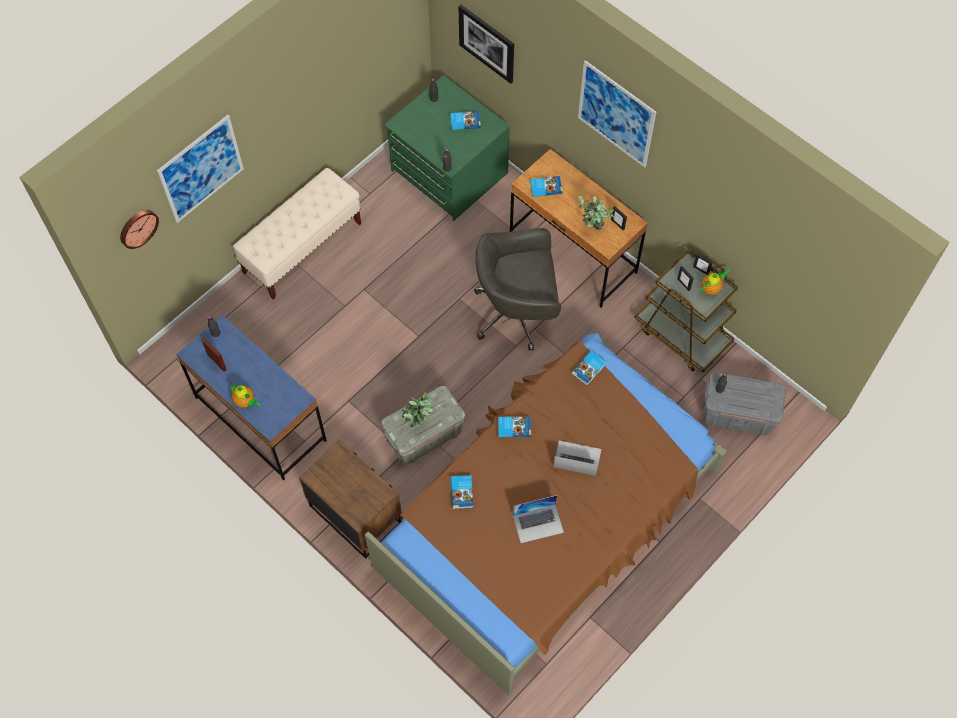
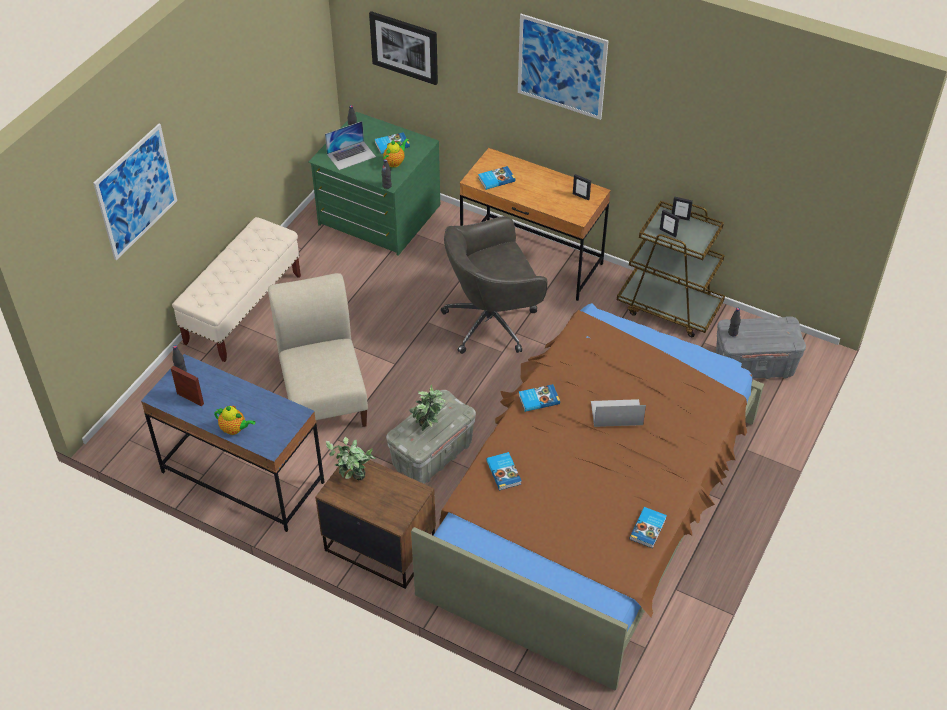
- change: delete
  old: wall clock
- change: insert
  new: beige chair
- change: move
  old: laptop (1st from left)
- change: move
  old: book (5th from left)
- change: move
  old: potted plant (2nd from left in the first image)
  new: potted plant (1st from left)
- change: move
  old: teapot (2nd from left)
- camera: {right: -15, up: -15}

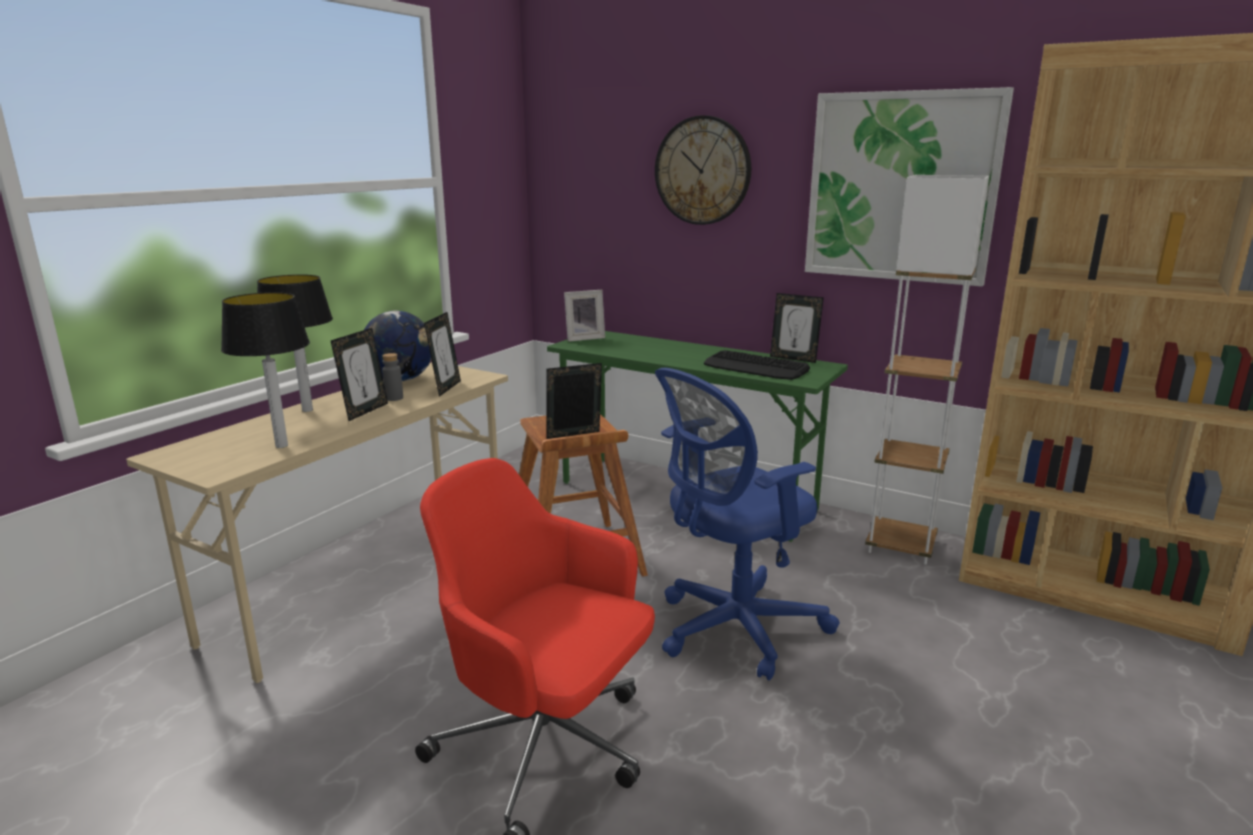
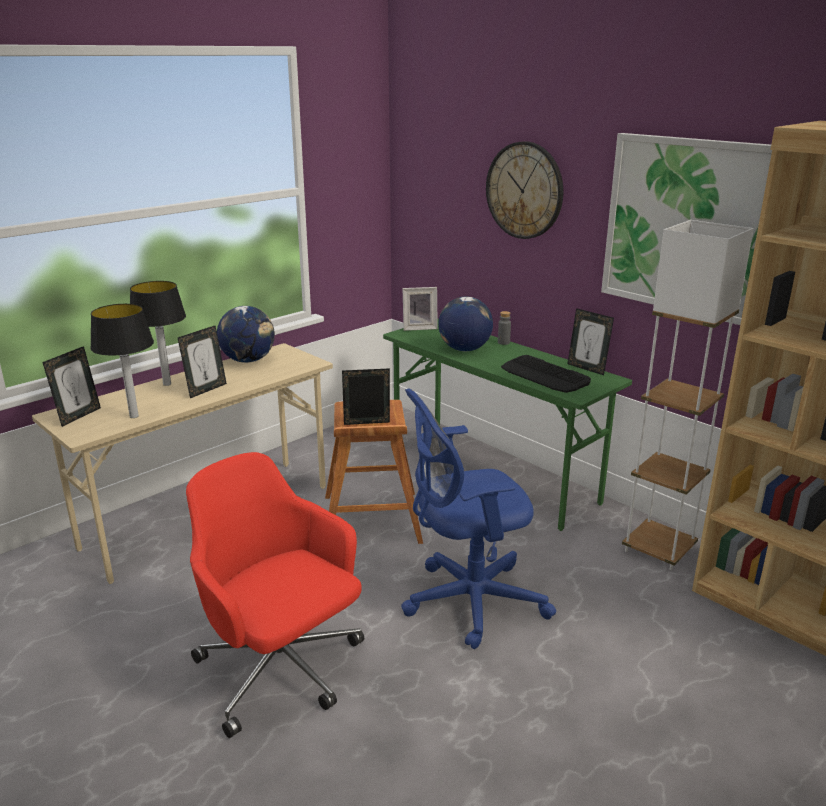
- change: insert
  new: globe (2nd from left)
- change: move
  old: grey bottle
- change: move
  old: picture frame (2nd from left in the first image)
  new: picture frame (1st from left)
- camera: {right: 15, up: 5}

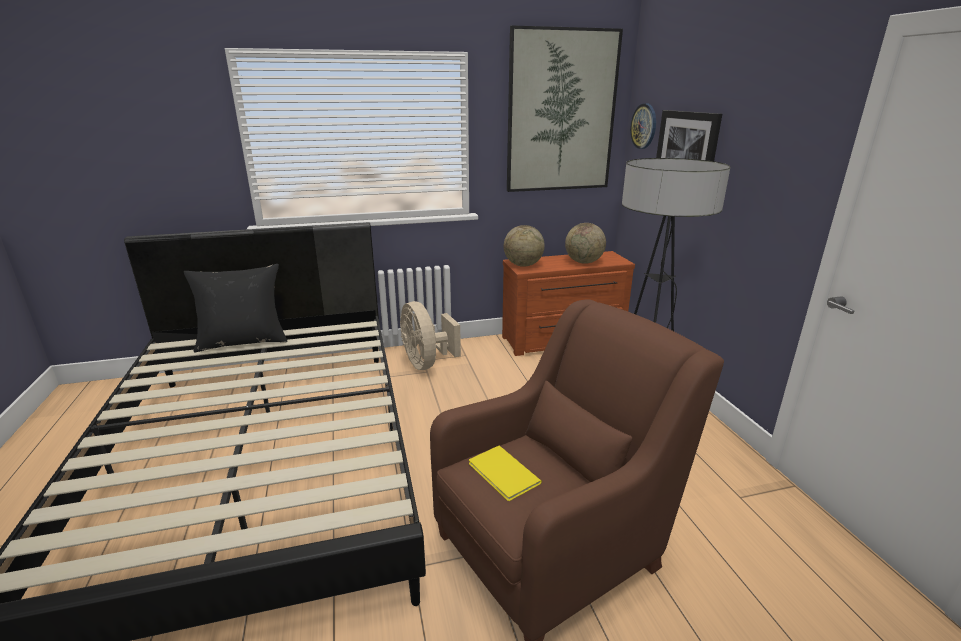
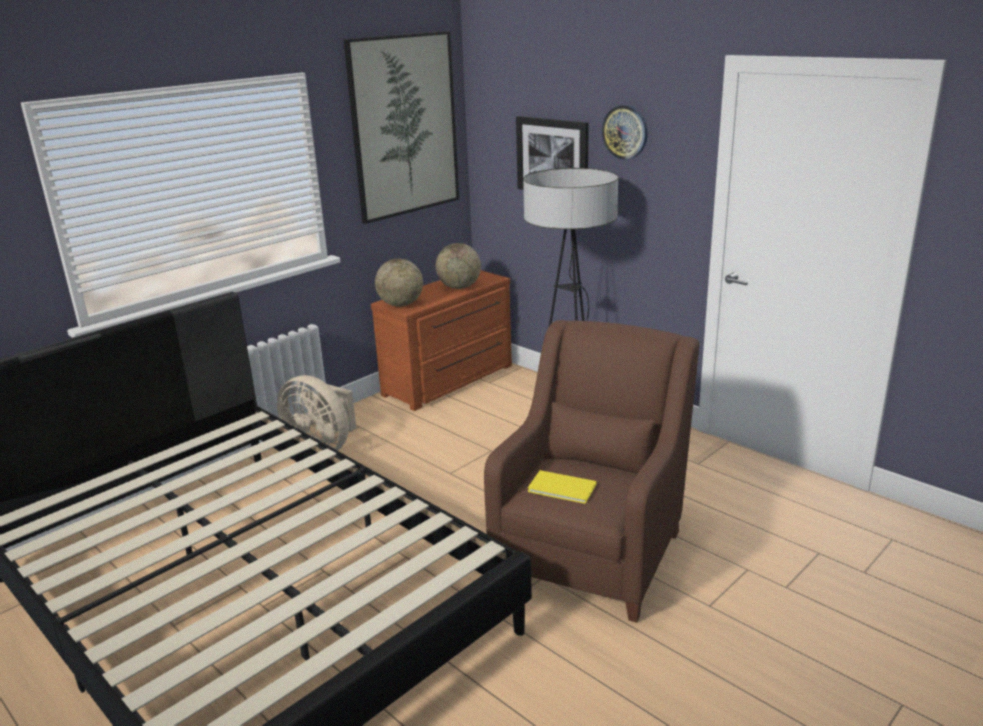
- change: delete
  old: black pillow
- change: move
  old: wall clock
- camera: {right: -30, up: 0}

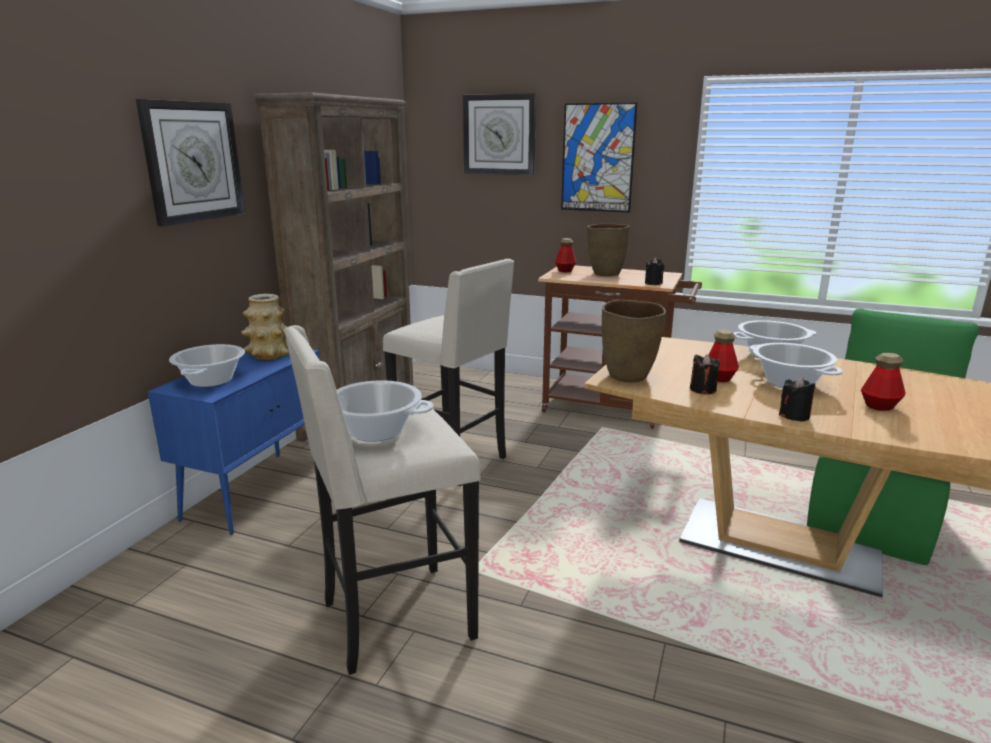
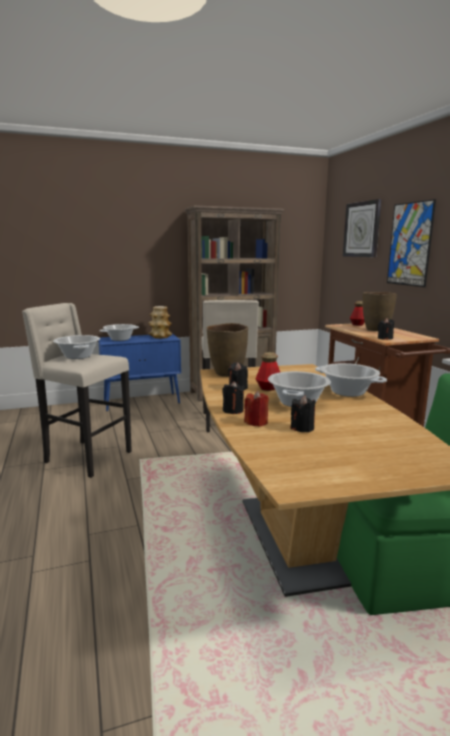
- change: delete
  old: wall clock (1st from left)
- change: insert
  new: red candle
- change: replace
  old: bottle (3rd from left)
  new: black candle (3rd from left)
- camera: {right: 50, up: -5}

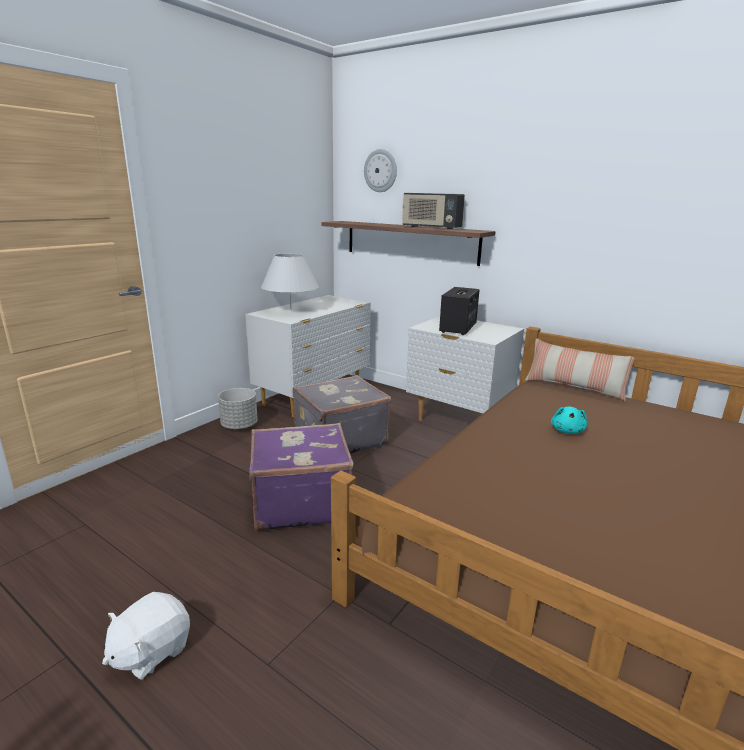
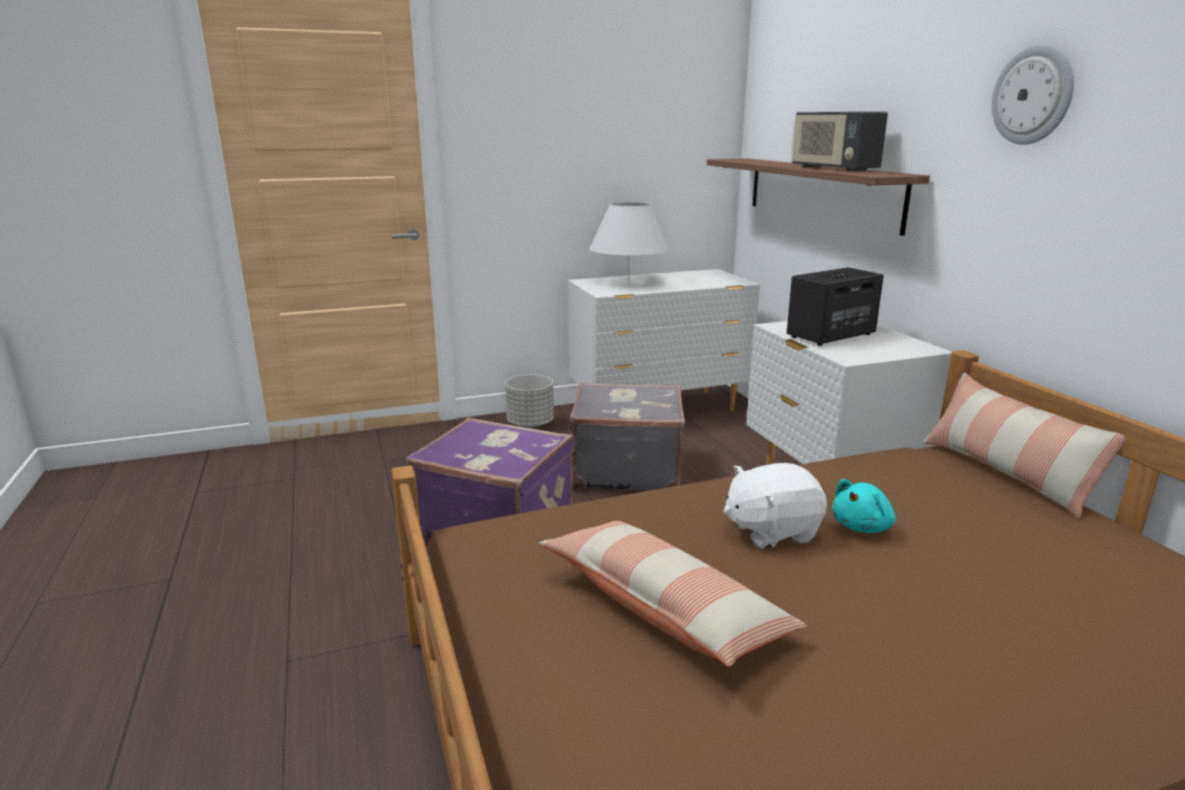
- change: insert
  new: pillow (1st from left)
- change: move
  old: white plush toy
- change: move
  old: wall clock
- camera: {right: 35, up: 0}

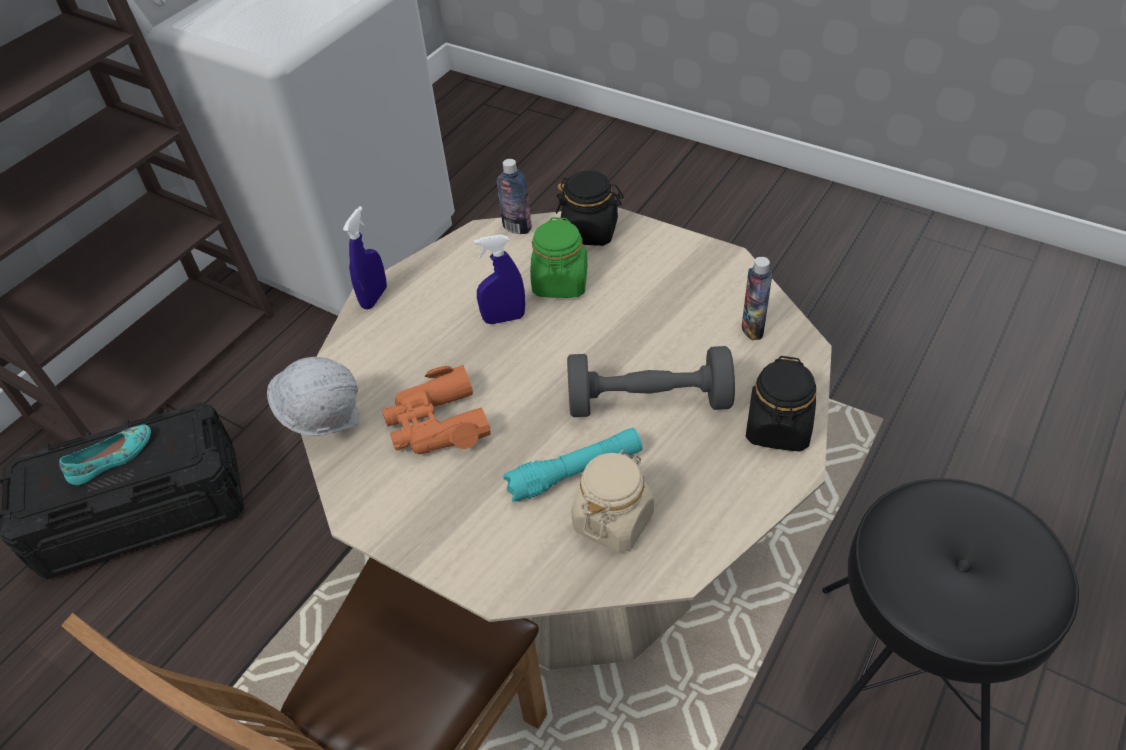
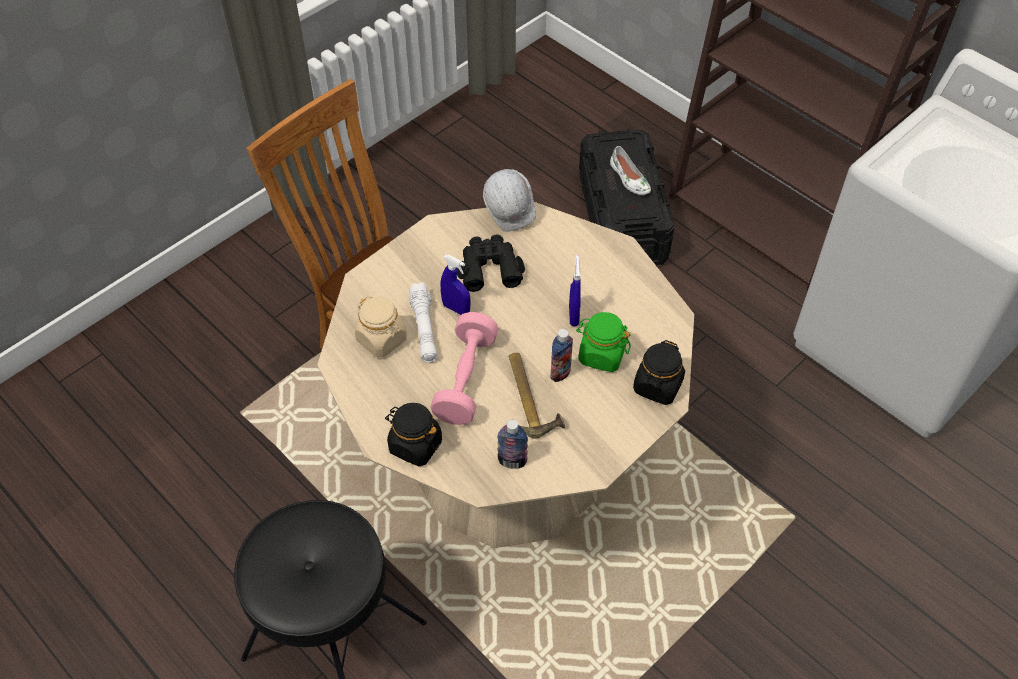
- change: insert
  new: hammer
- change: move
  old: blue spray bottle (1st from left)
- change: move
  old: bottle (1st from left in the first image)
  new: bottle (2nd from left)
- change: recolor
  old: turquoise shoe
  new: white shoe
- change: recolor
  old: orange binoculars
  new: black binoculars
- change: recolor
  old: turquoise flashlight
  new: white flashlight
- change: recolor
  old: grey dumbbell
  new: pink dumbbell
- camera: {right: 100, up: 5}

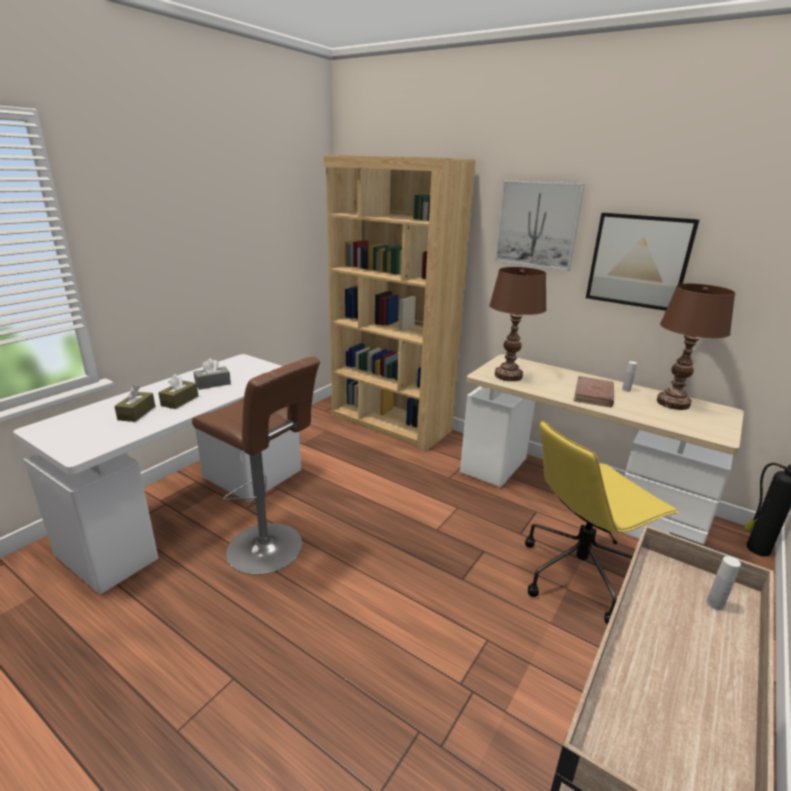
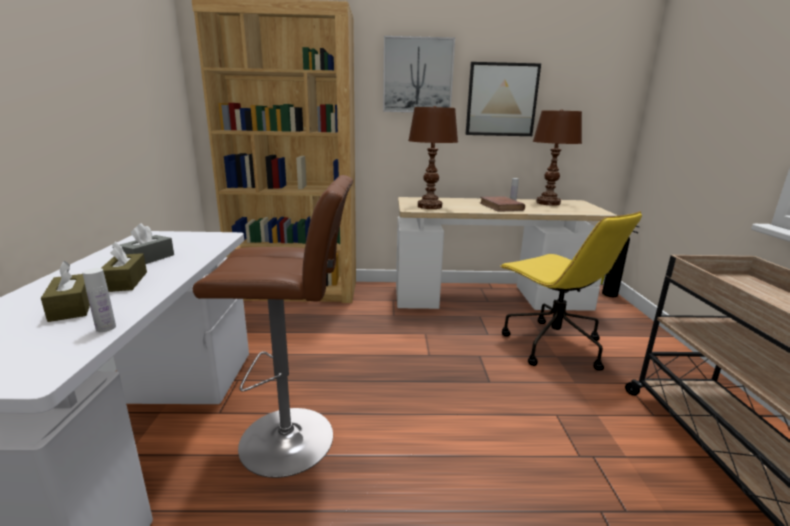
- change: move
  old: white bottle (2nd from left in the first image)
  new: white bottle (1st from left)
- change: rotate
  old: yellow office chair
  degrees: -60
- camera: {right: -35, up: -5}

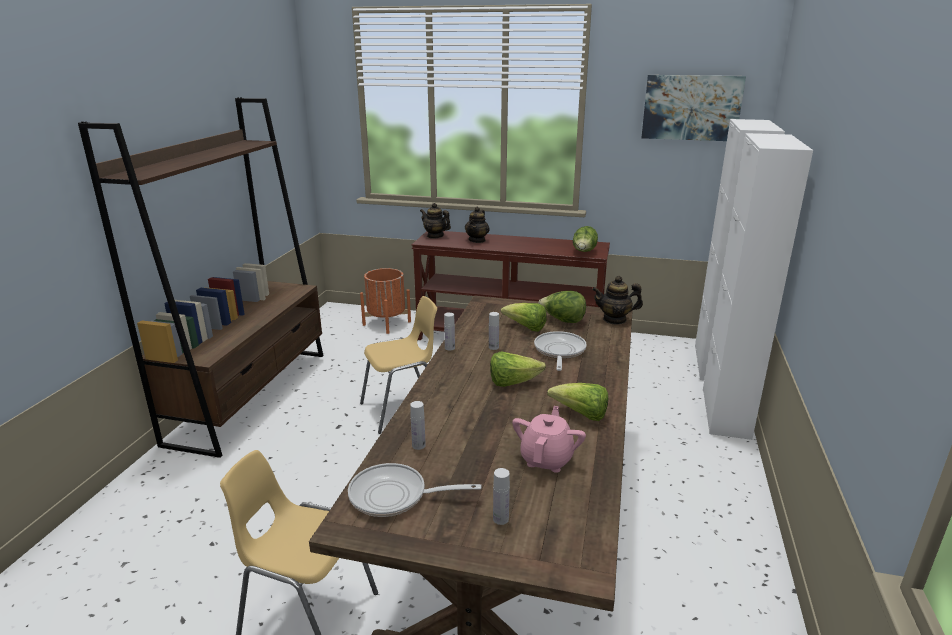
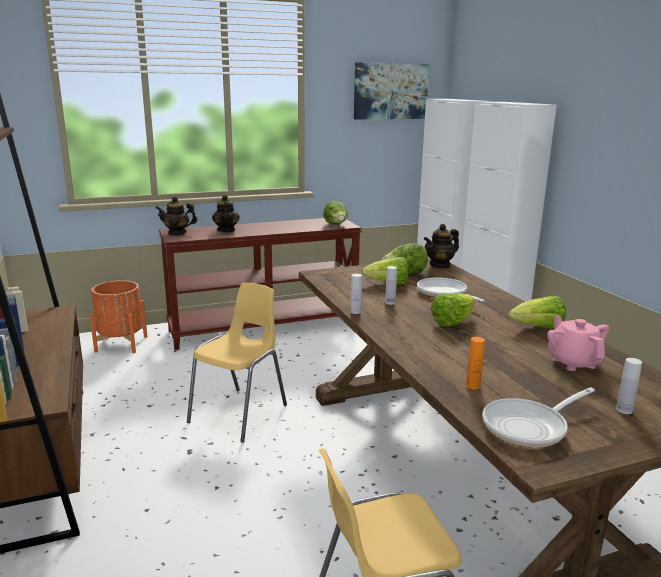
- change: recolor
  old: white bottle (1st from left)
  new: orange bottle
- camera: {right: -35, up: -5}

